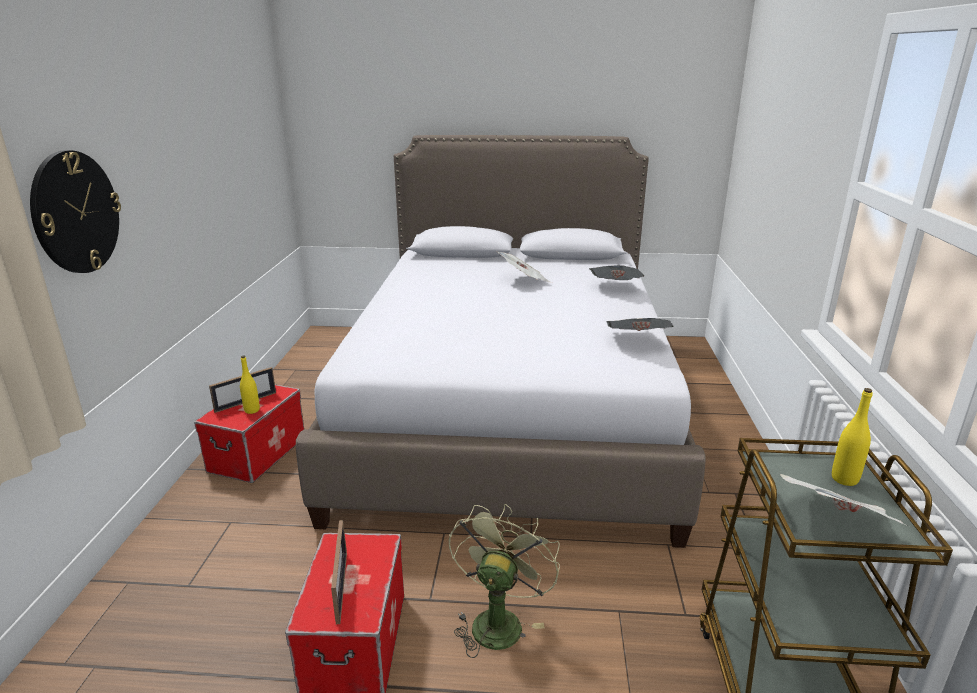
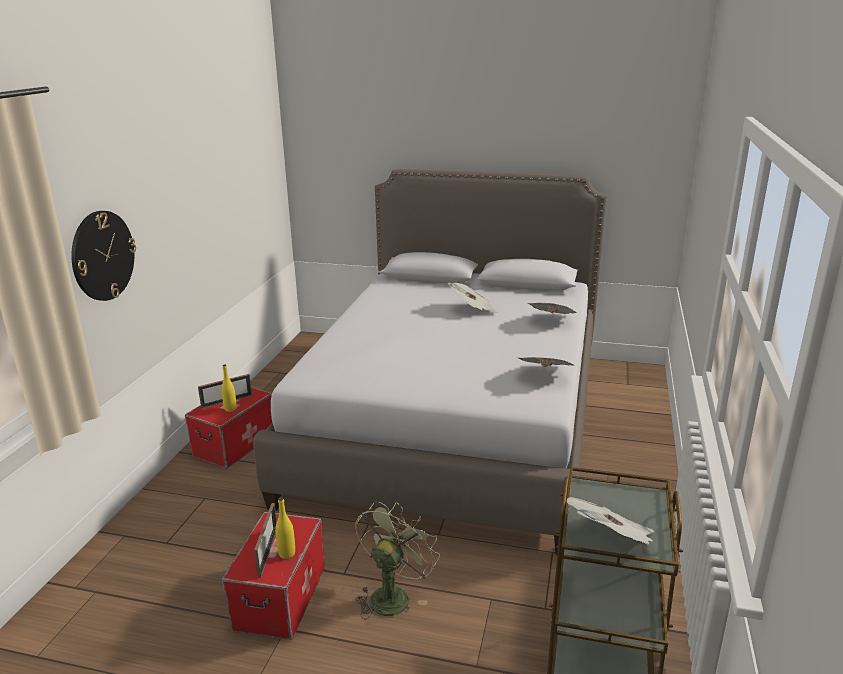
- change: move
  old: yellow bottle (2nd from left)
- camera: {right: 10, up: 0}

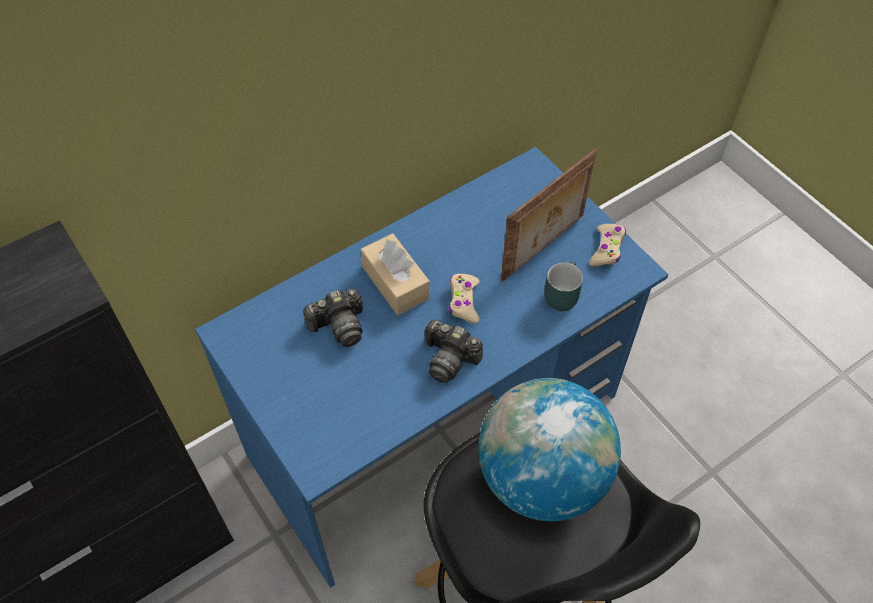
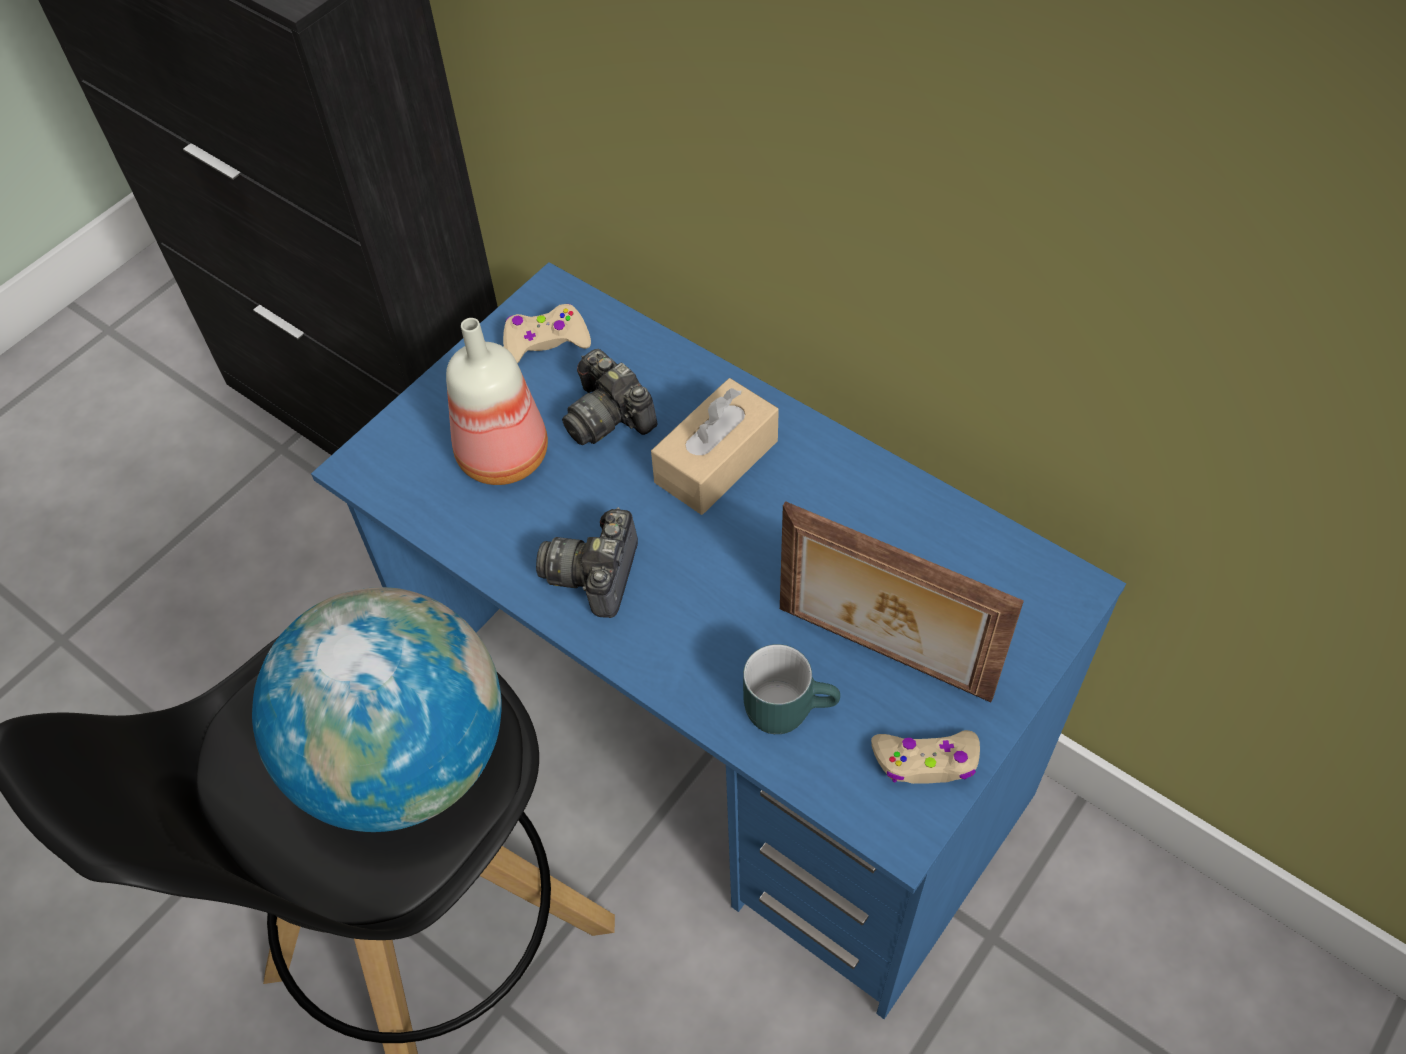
- change: insert
  new: bottle
- change: move
  old: beige game controller (1st from left)
- camera: {right: 75, up: 0}

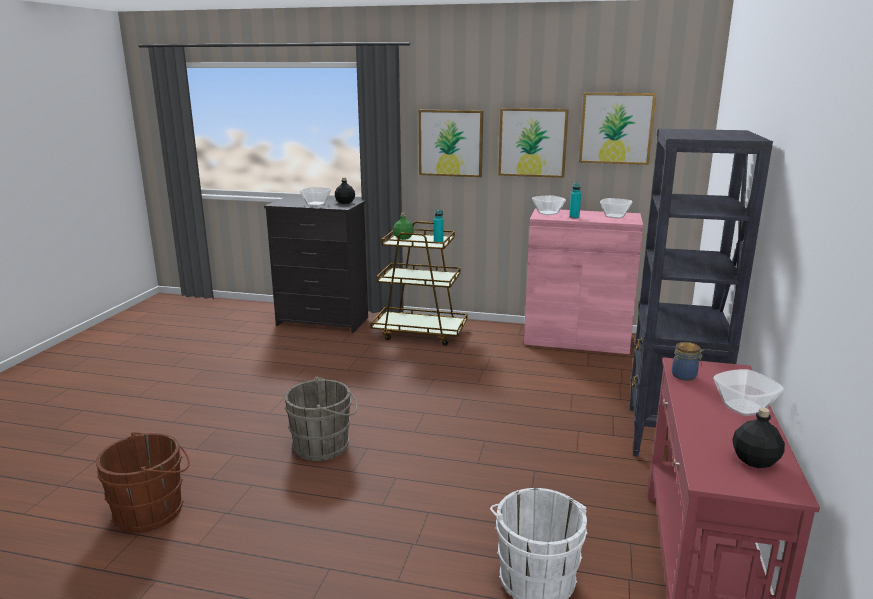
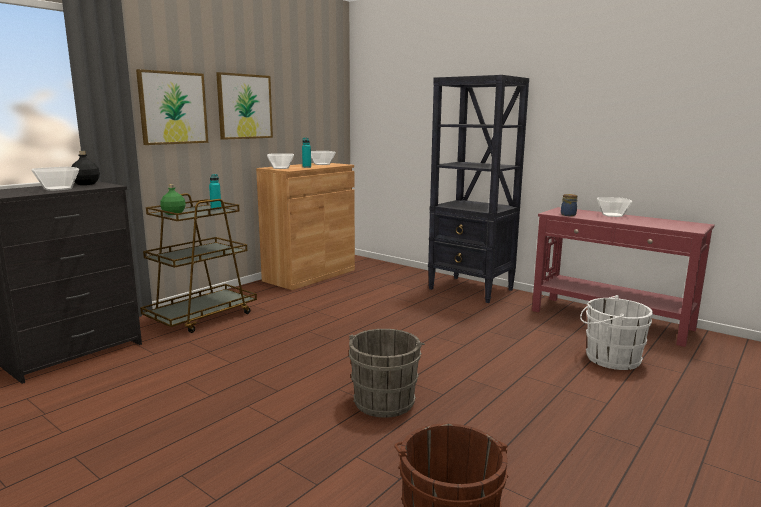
- change: delete
  old: picture (3rd from left)
- change: delete
  old: black bottle (2nd from left)
- change: recolor
  old: pink cabinet
  new: brown cabinet
- camera: {right: -65, up: -5}

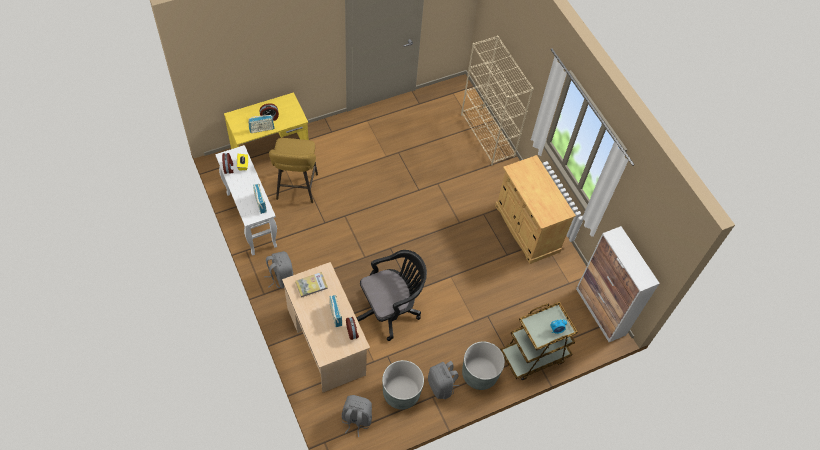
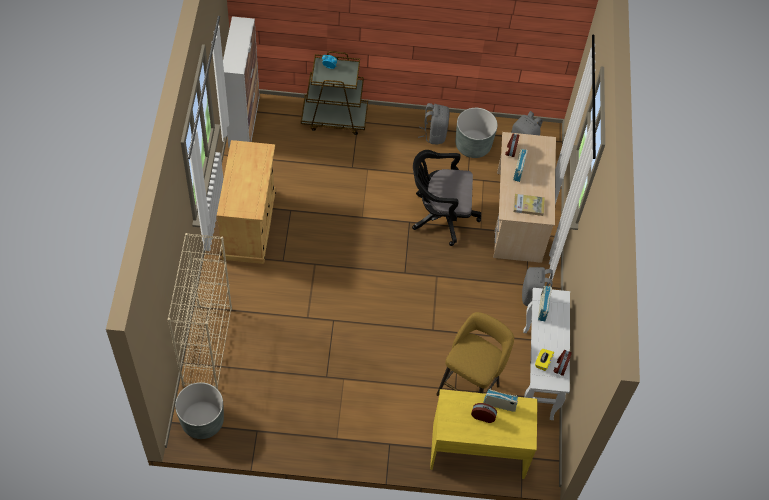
- change: move
  old: grey planter (2nd from left in the first image)
  new: grey planter (1st from left)
- camera: {right: -150, up: 0}

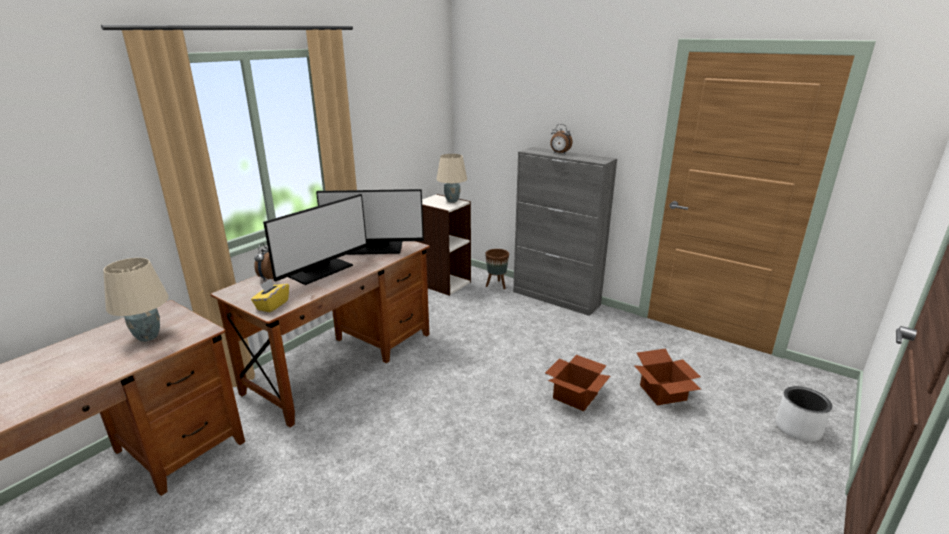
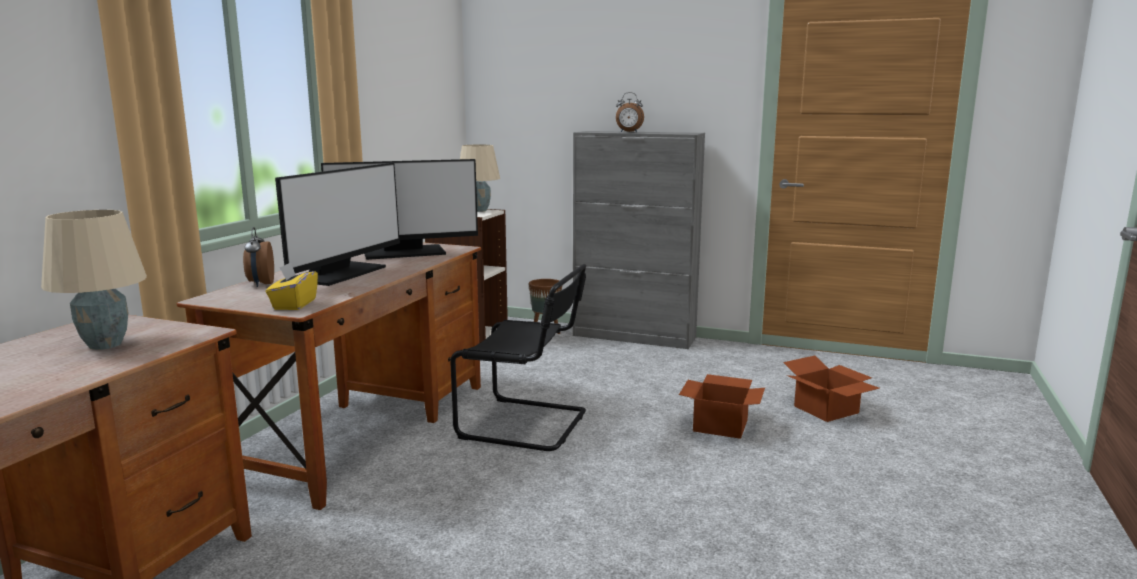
- change: delete
  old: white planter
- change: insert
  new: black chair
- camera: {right: -15, up: -10}

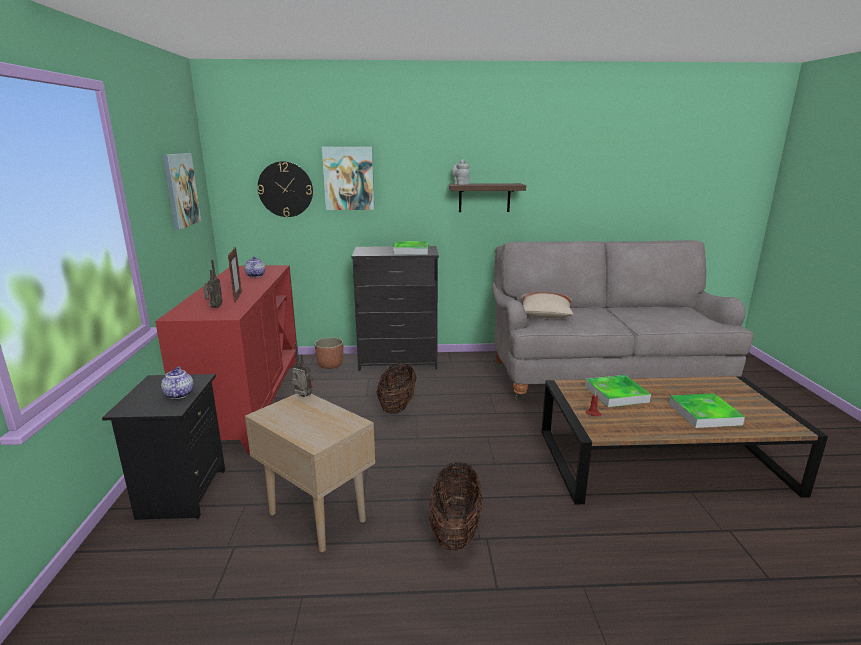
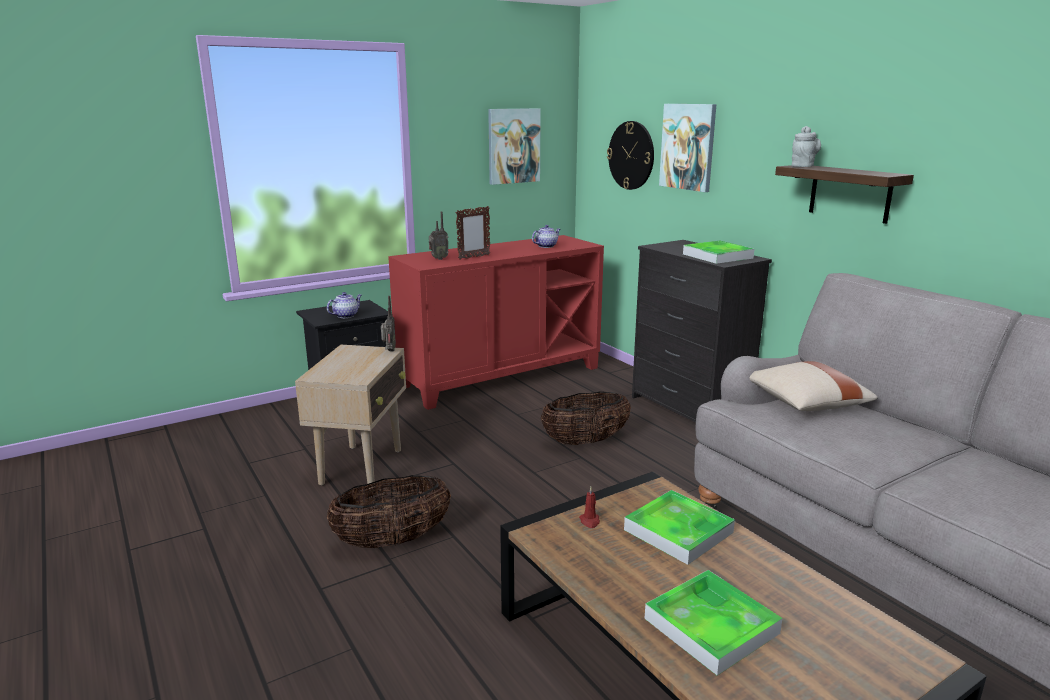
- change: delete
  old: planter
- camera: {right: 60, up: 0}

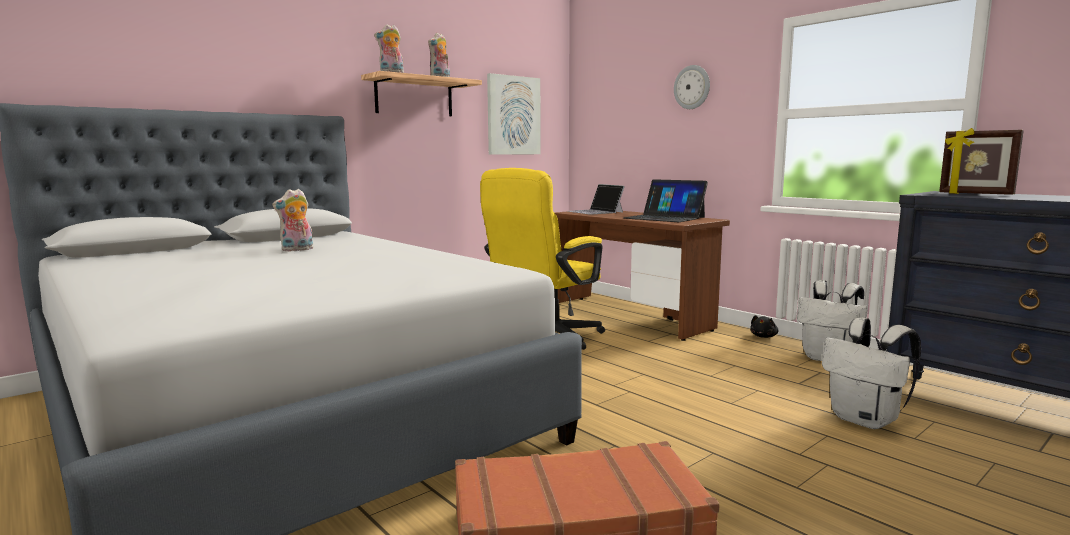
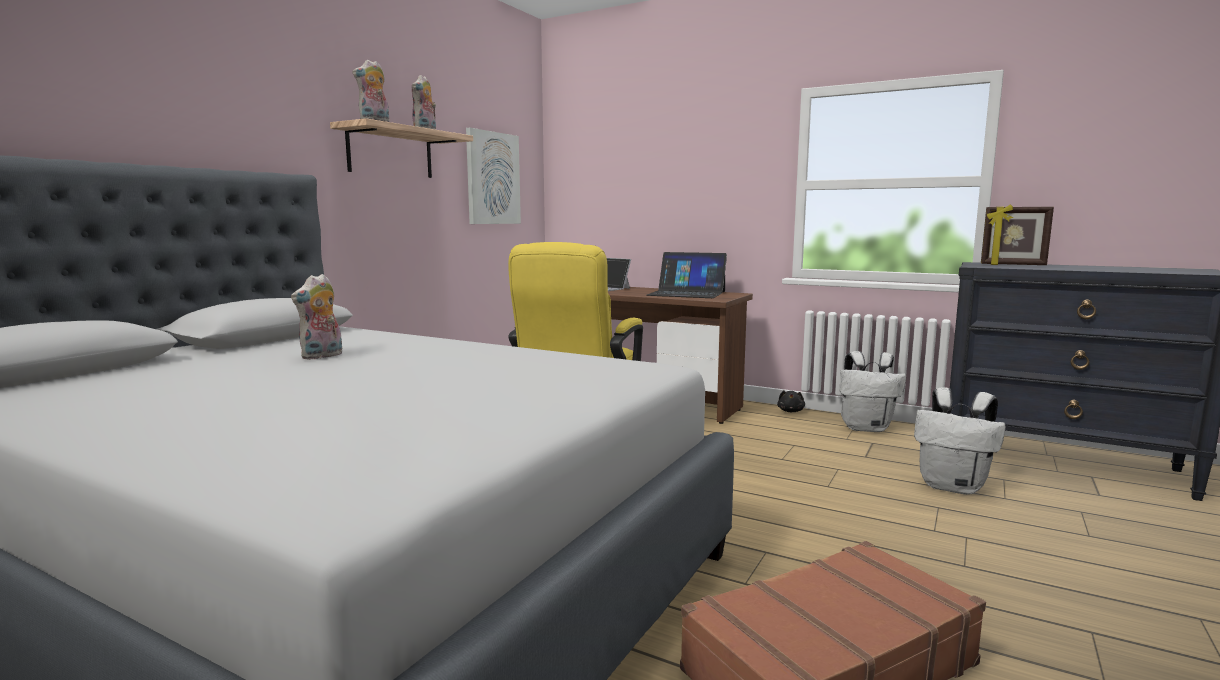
- change: delete
  old: wall clock
- camera: {right: -20, up: 0}

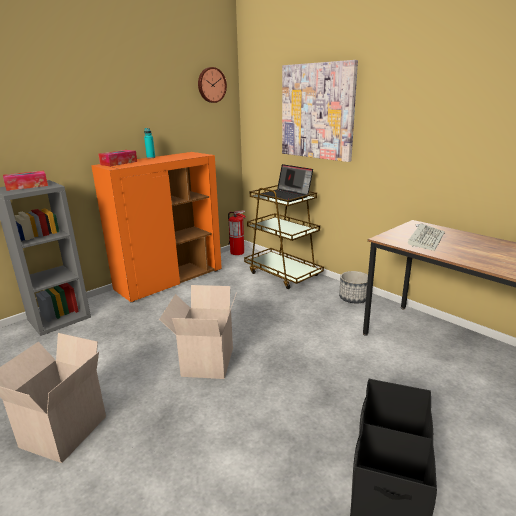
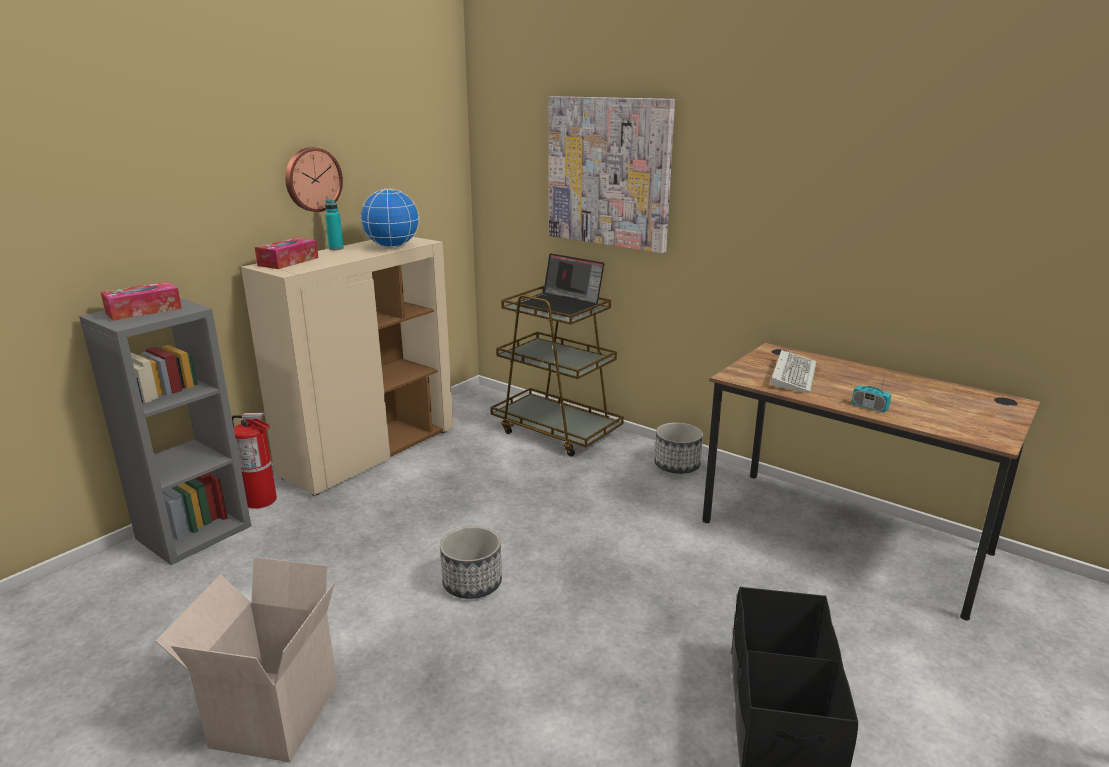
- change: insert
  new: globe
- change: insert
  new: radio
- change: move
  old: wall clock
- change: move
  old: fire extinguisher
- change: replace
  old: cardboard box (2nd from left)
  new: planter (1st from left)
- change: recolor
  old: orange cabinet
  new: beige cabinet
- camera: {right: -10, up: 0}

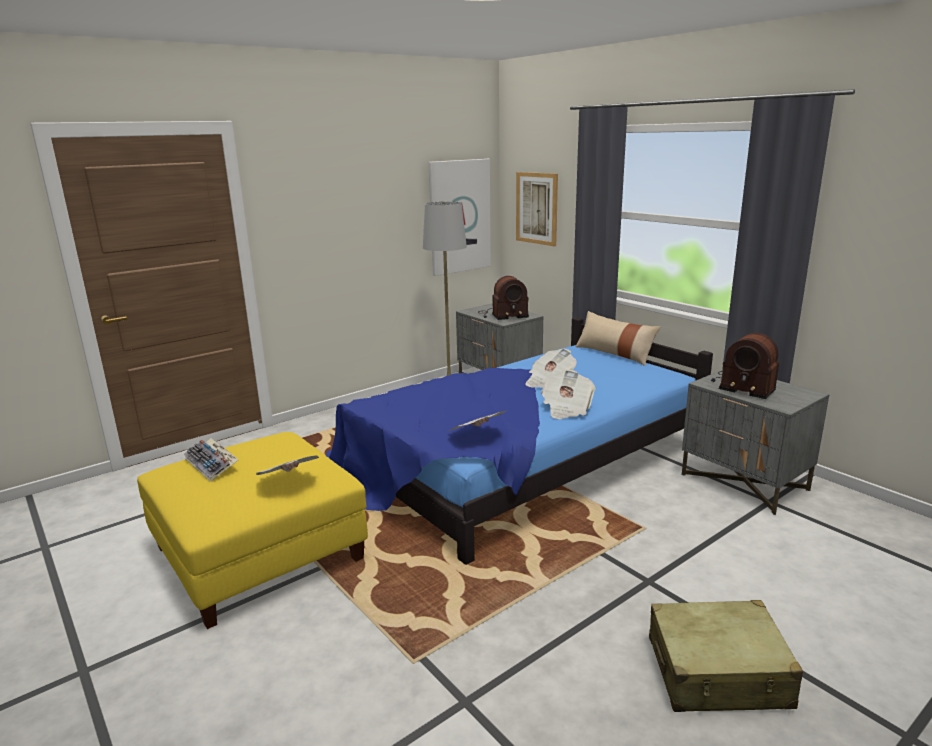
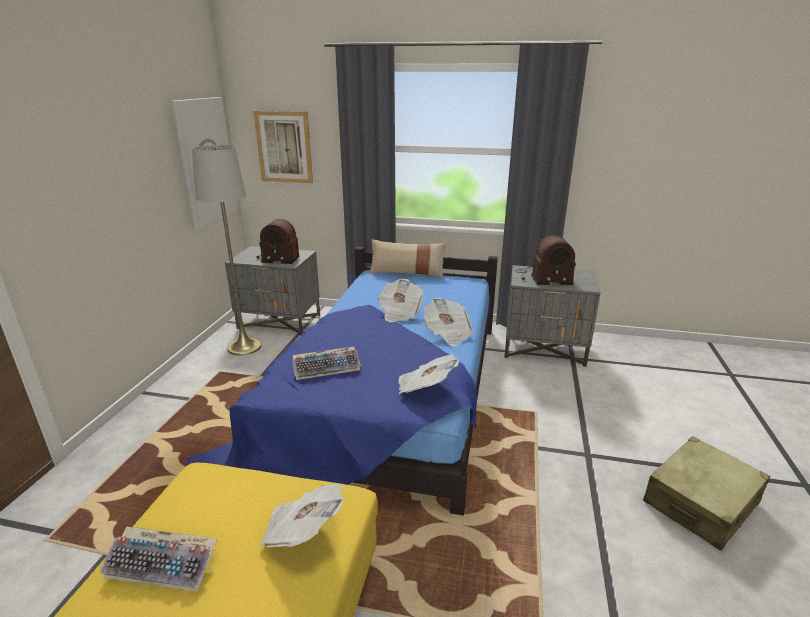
- change: insert
  new: keyboard (2nd from left)
- change: rotate
  old: radio (1st from left)
  degrees: 60
- camera: {right: -40, up: 5}

